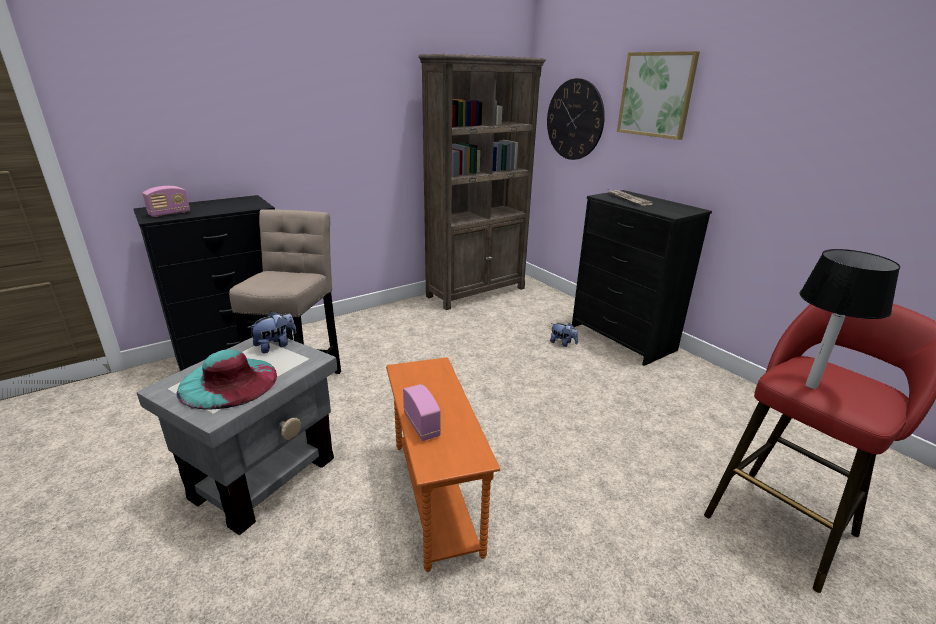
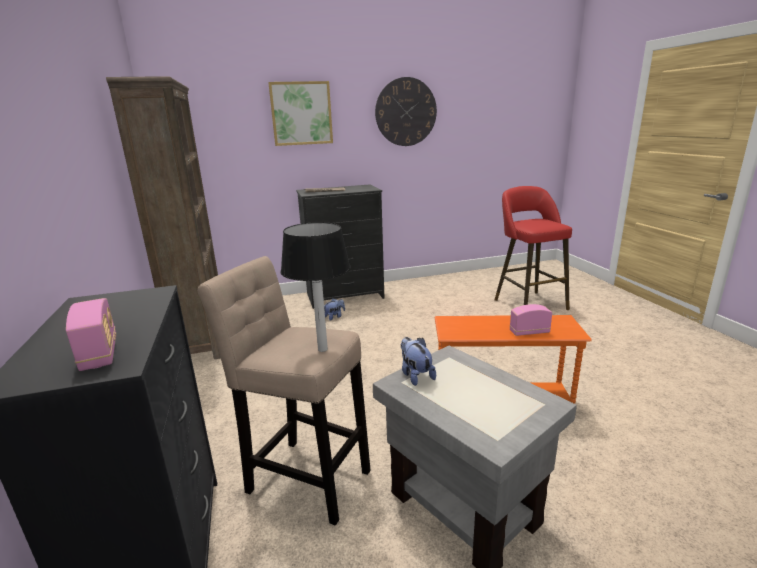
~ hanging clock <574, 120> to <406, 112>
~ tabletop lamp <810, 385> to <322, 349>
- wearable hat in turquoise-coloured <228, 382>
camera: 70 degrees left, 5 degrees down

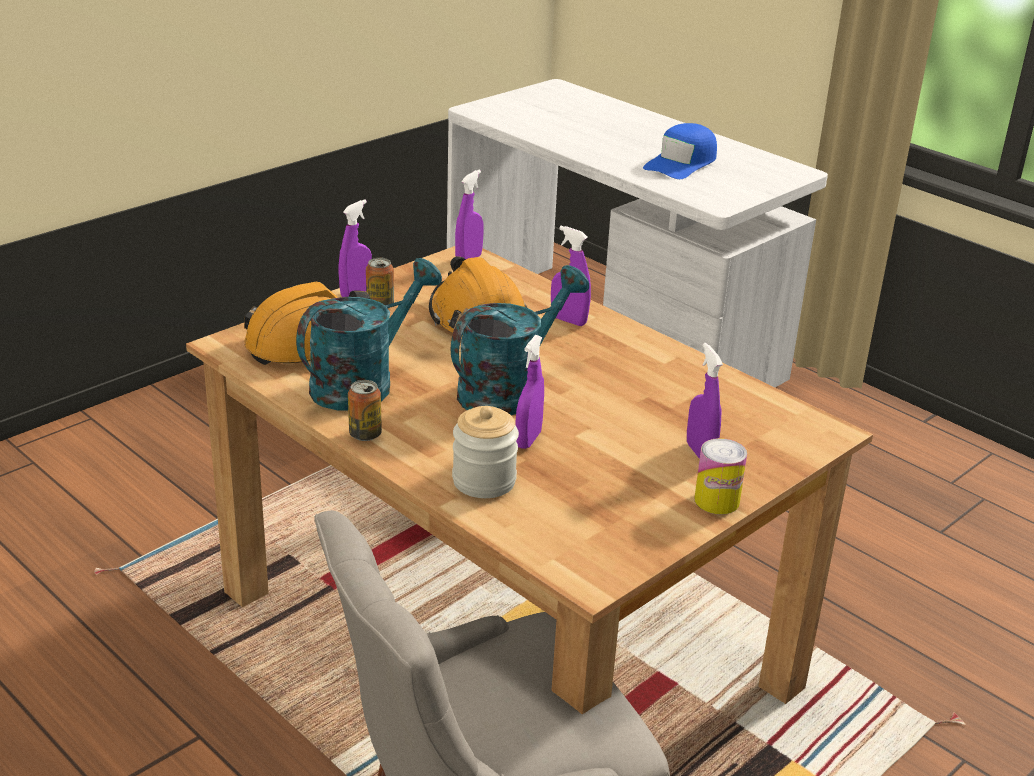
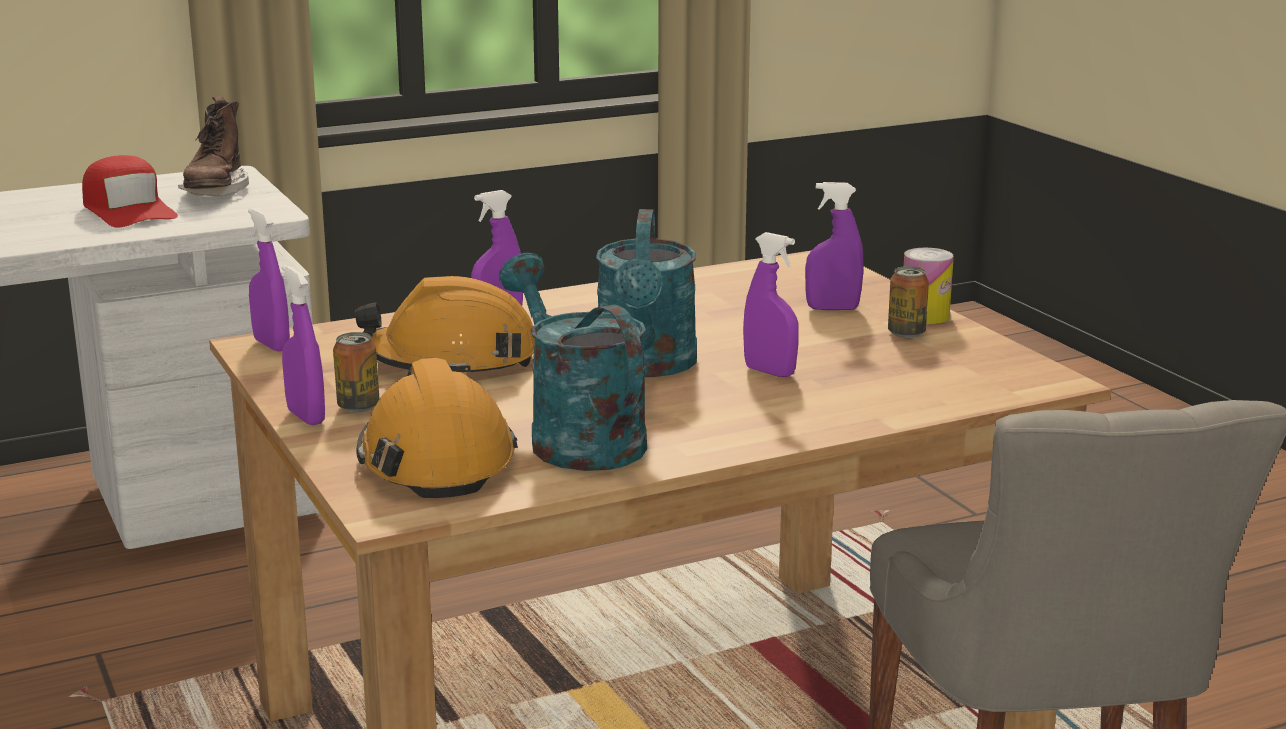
~ baseball cap in blue <682, 163> to baseball cap in red-coloured <128, 210>
~ watering can in turquoise-coloured <509, 389> = <647, 366> 150 degrees counterclockwise
~ can <365, 434> to <906, 333>
- storage jar <484, 481>
+ boot in brown <215, 192>
camera: 70 degrees left, 10 degrees down

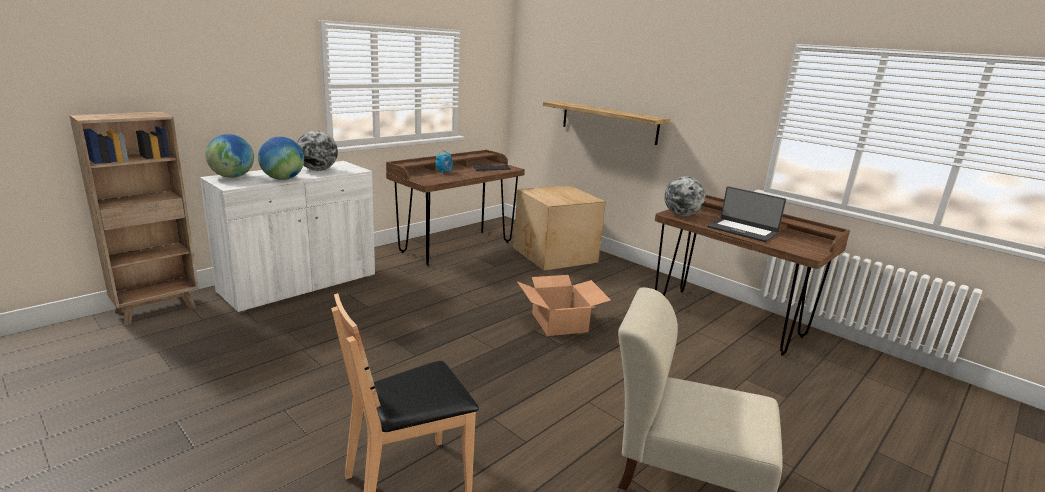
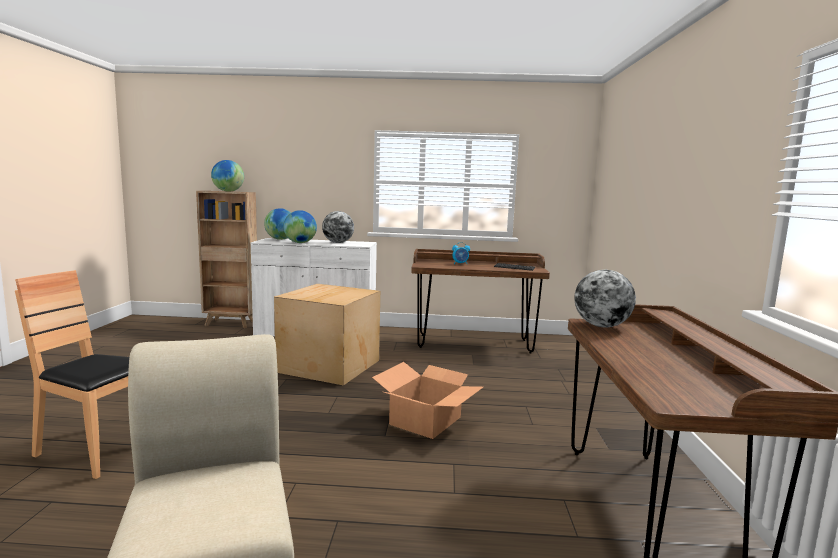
- shelf <608, 122>
~ packing box <554, 255> to <327, 366>
- laptop <742, 230>
+ world globe <228, 191>
camera: 50 degrees right, 10 degrees down

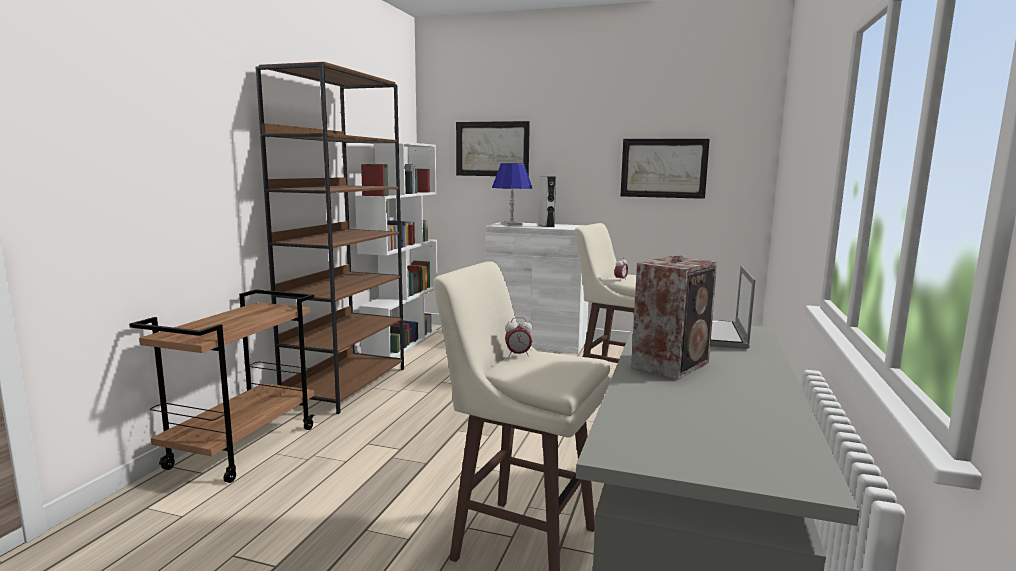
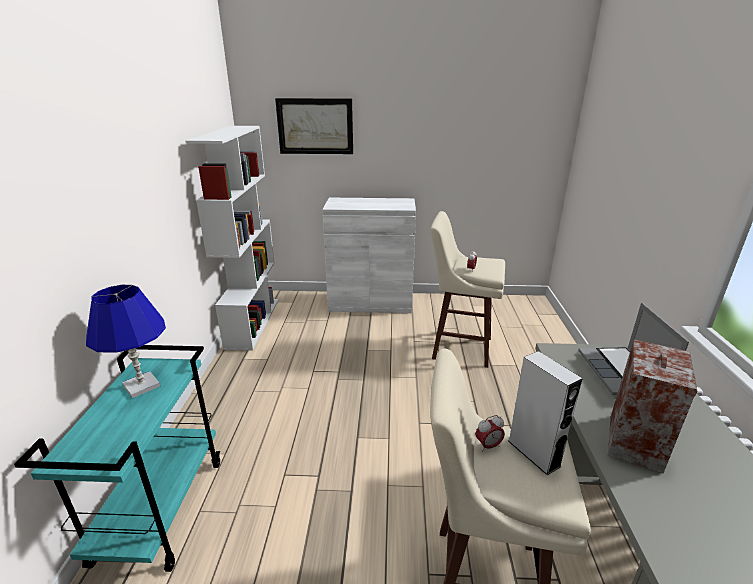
- bookshelf in brown <346, 385>
- wall picture <663, 168>
~ tabletop lamp in blue <511, 224> to <142, 385>
~ audio speaker in greyish <546, 226> to <533, 453>
~ wheeled cart in brown <243, 447> to wheeled cart in turquoise-coloured <161, 508>
camera: 15 degrees left, 15 degrees up

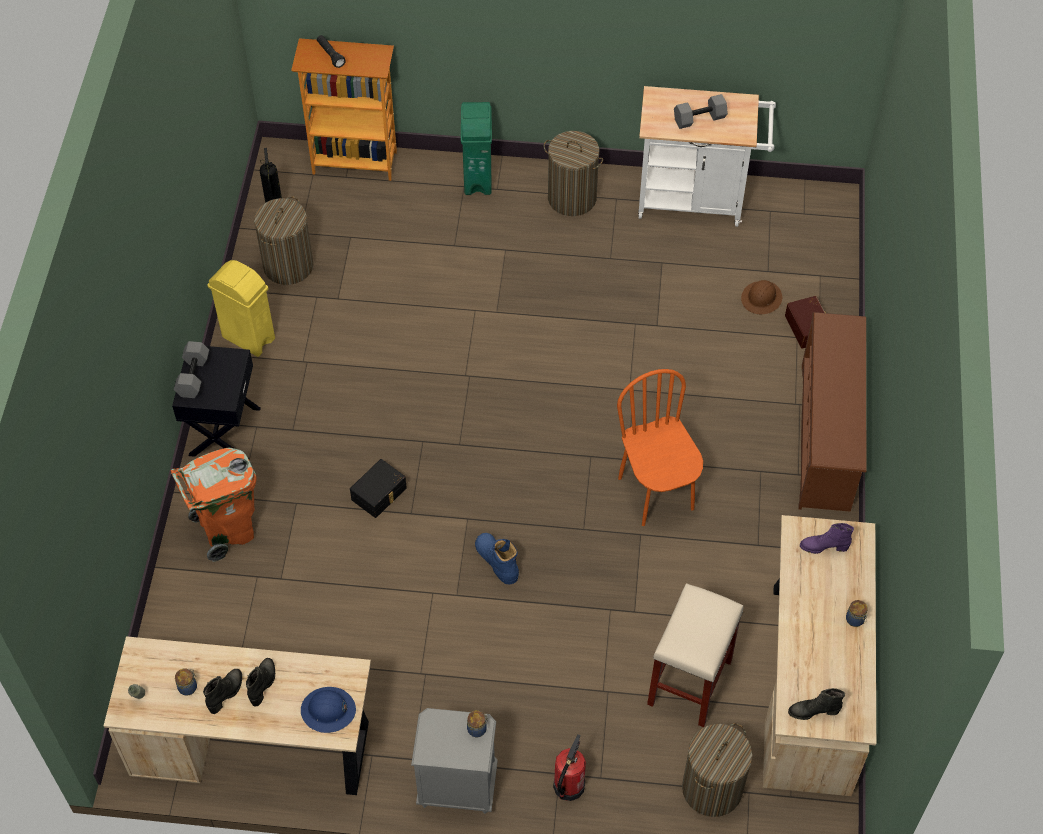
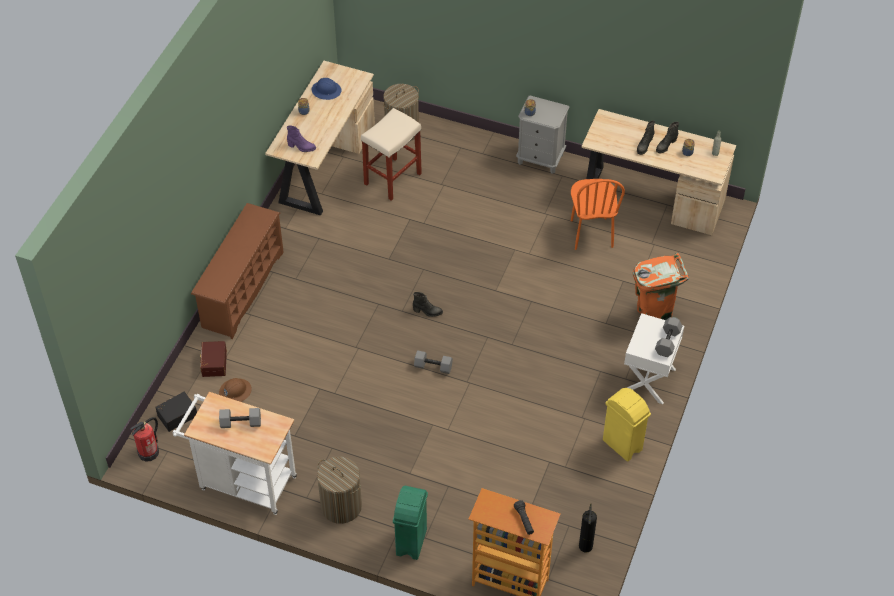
- washing basket <288, 265>
~ nightstand in black-coloured <223, 431> to nightstand in white <649, 380>
~ upright chair in orange <656, 493> to <591, 234>
~ storage container in black-coloured <380, 494> to <177, 415>
- boot in blue <497, 561>
~ work helmet in blue <328, 711> to <326, 90>
~ boot in black-coloured <813, 711> to <427, 312>
~ fire-fighting cylinder <568, 786> to <149, 452>
+ free weight in greyish <432, 367>
camera: 165 degrees left, 5 degrees down

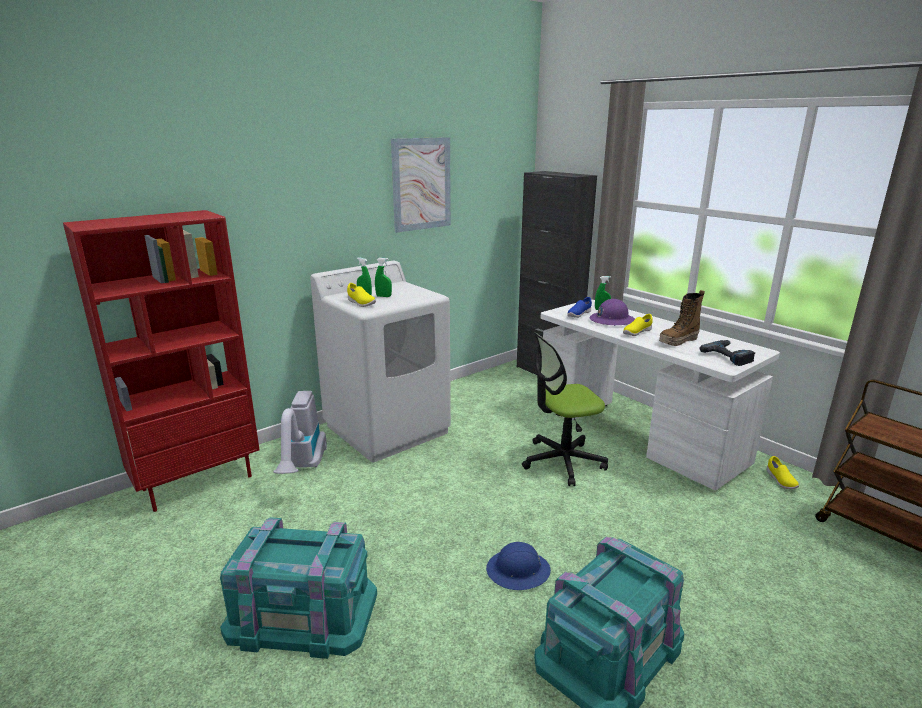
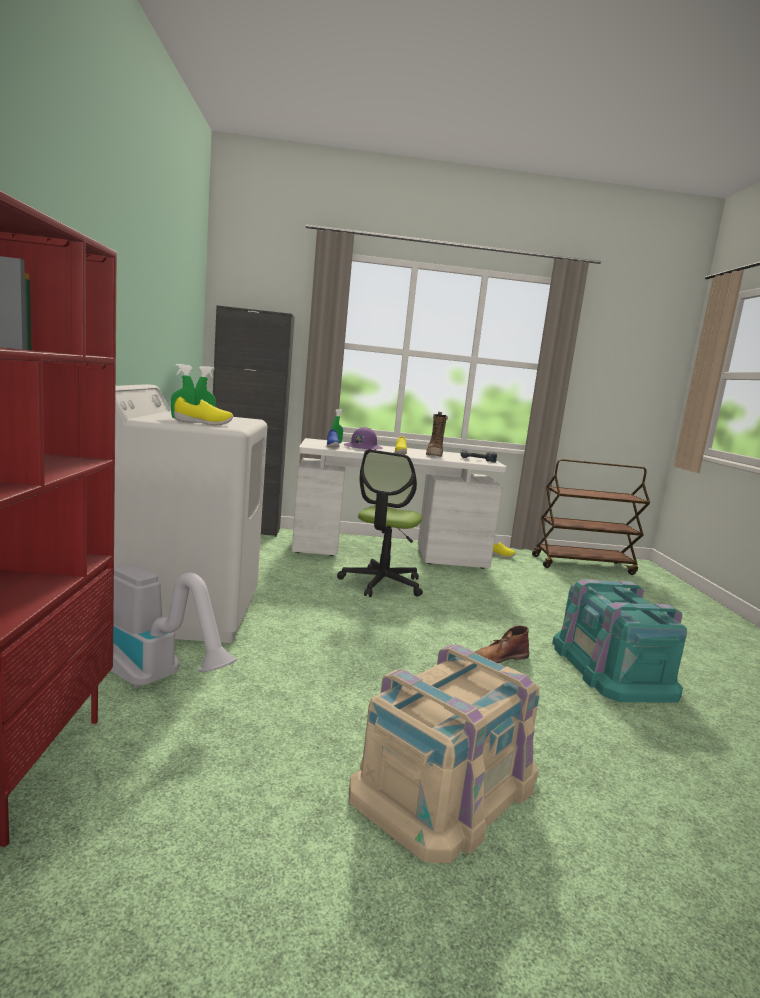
- wall picture <421, 184>
~ storage container in turquoise-coloured <302, 614> to storage container in beige <446, 785>
~ work helmet in blue <518, 571> to boot in brown <499, 657>
camera: 55 degrees left, 10 degrees down

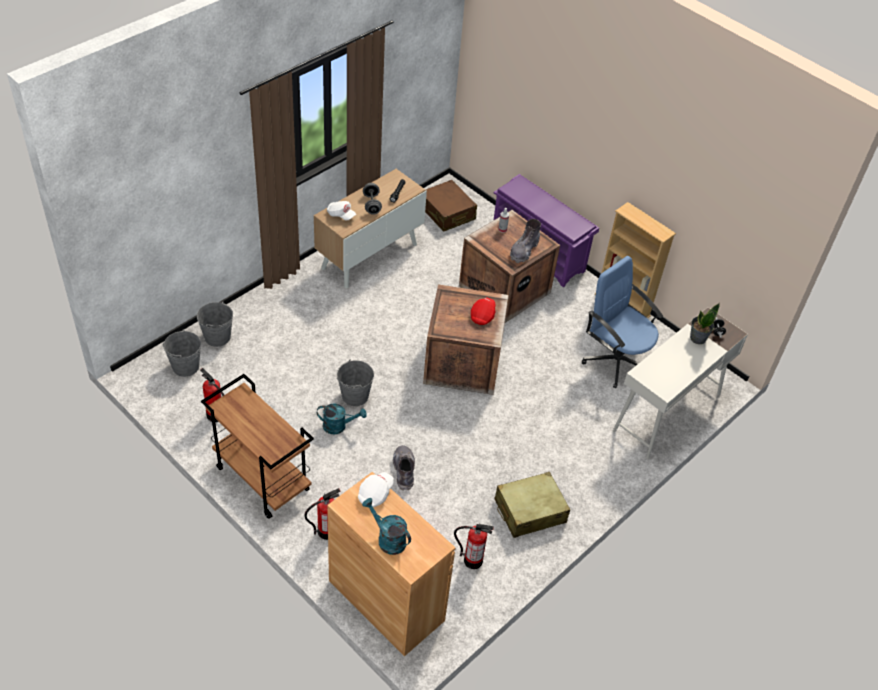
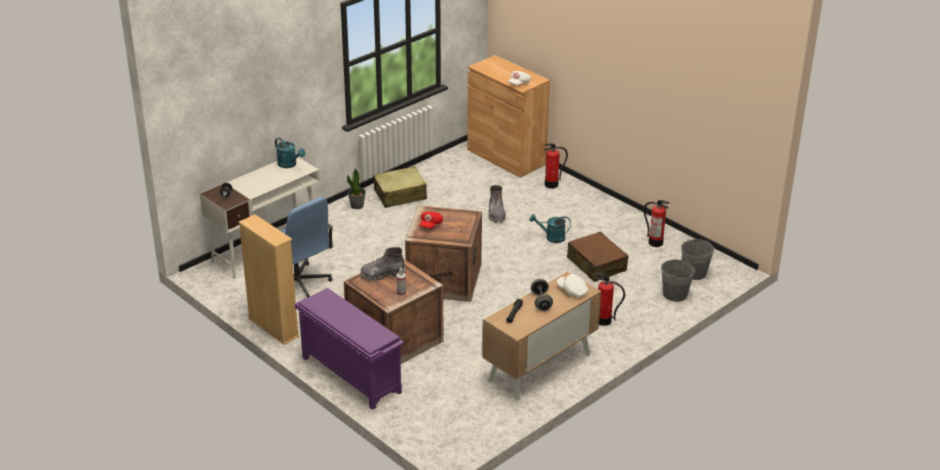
~ suitcase in brown <447, 213> to <596, 264>
~ boot in greyish <524, 250> = <382, 275> 135 degrees counterclockwise
~ plant in a pot <697, 338> to <357, 205>
- water bucket in greyish <355, 395>
- wheeled cart in brown <261, 478>
~ watering can in turquoise-coloured <387, 538> to <289, 164>
~ fire-fighting cylinder <473, 560> to <603, 321>
camera: 175 degrees left, 15 degrees down

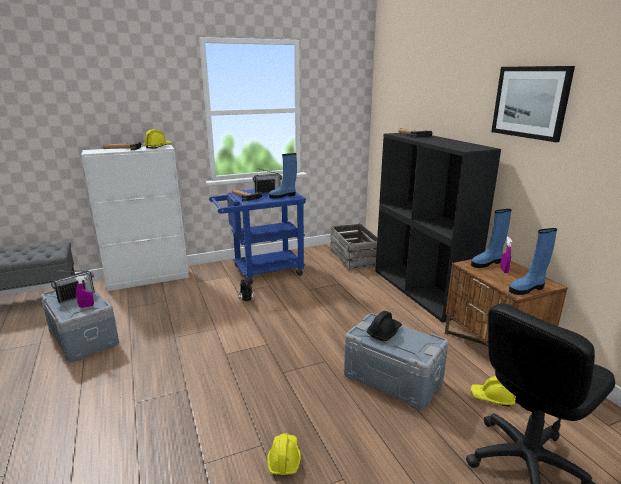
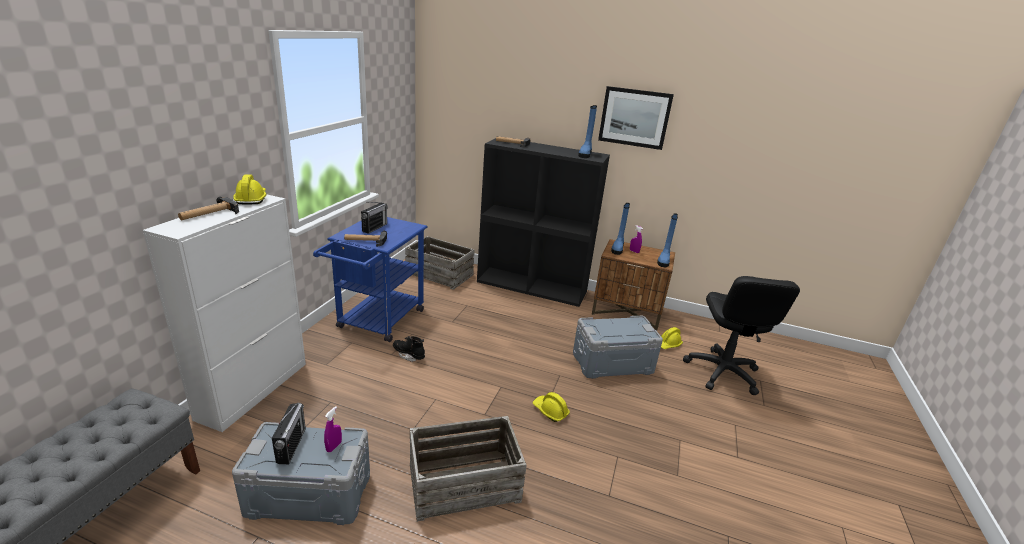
~ boot in blue <283, 196> to <585, 154>
- work helmet in black-coloured <384, 332>
~ work helmet in yellowish <284, 458> to <550, 411>
+ shipping crate <464, 484>
camera: 50 degrees left, 5 degrees up

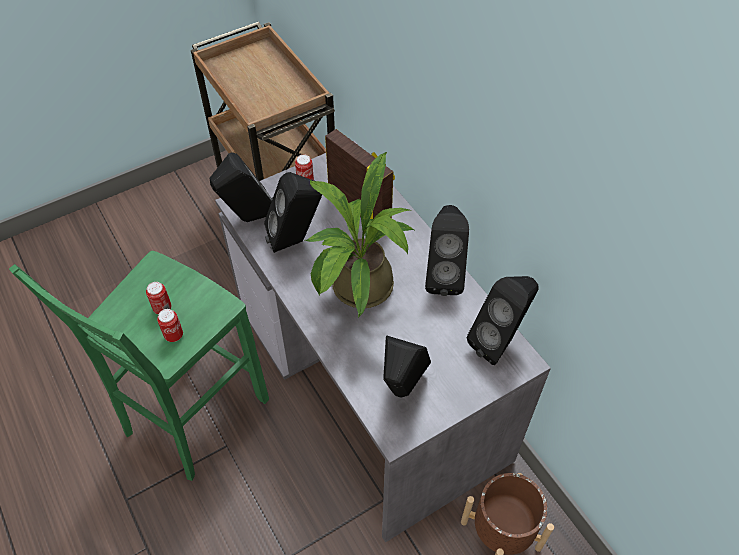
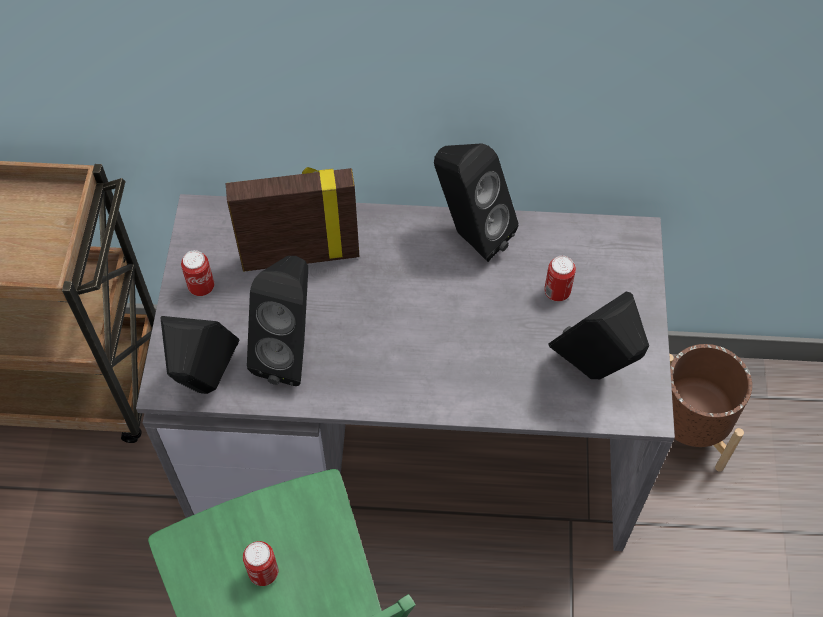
- plant in a pot <357, 291>
- audio speaker in black-coloured <499, 342>
~ can <174, 335> to <557, 292>
camera: 55 degrees left, 5 degrees up

